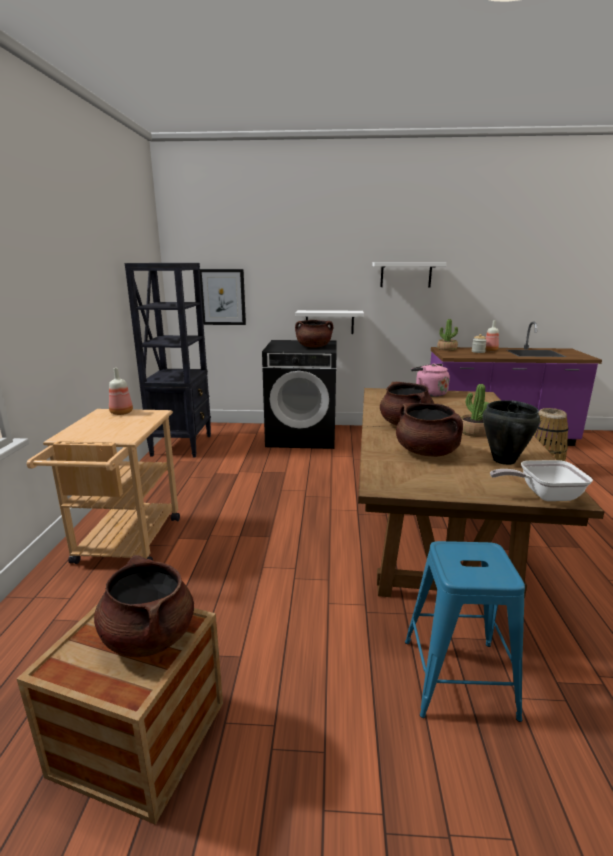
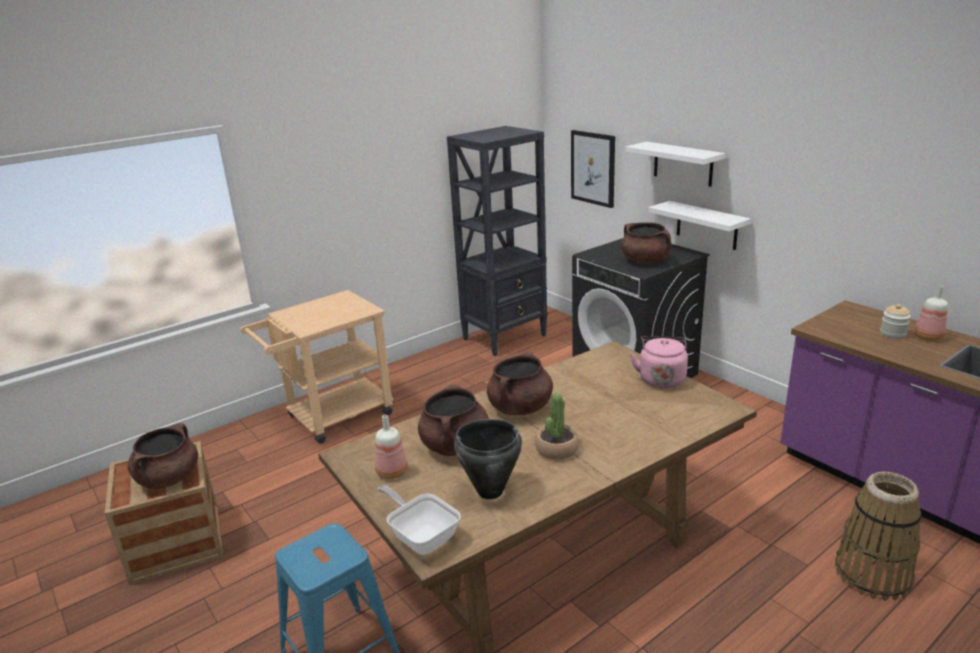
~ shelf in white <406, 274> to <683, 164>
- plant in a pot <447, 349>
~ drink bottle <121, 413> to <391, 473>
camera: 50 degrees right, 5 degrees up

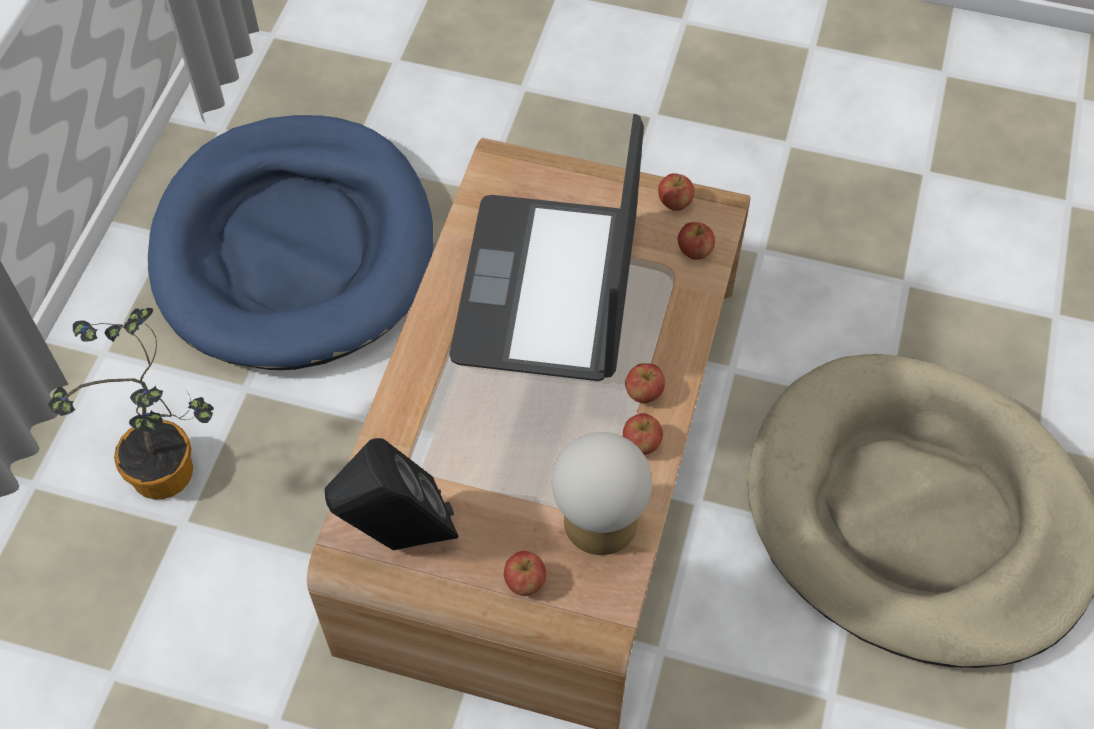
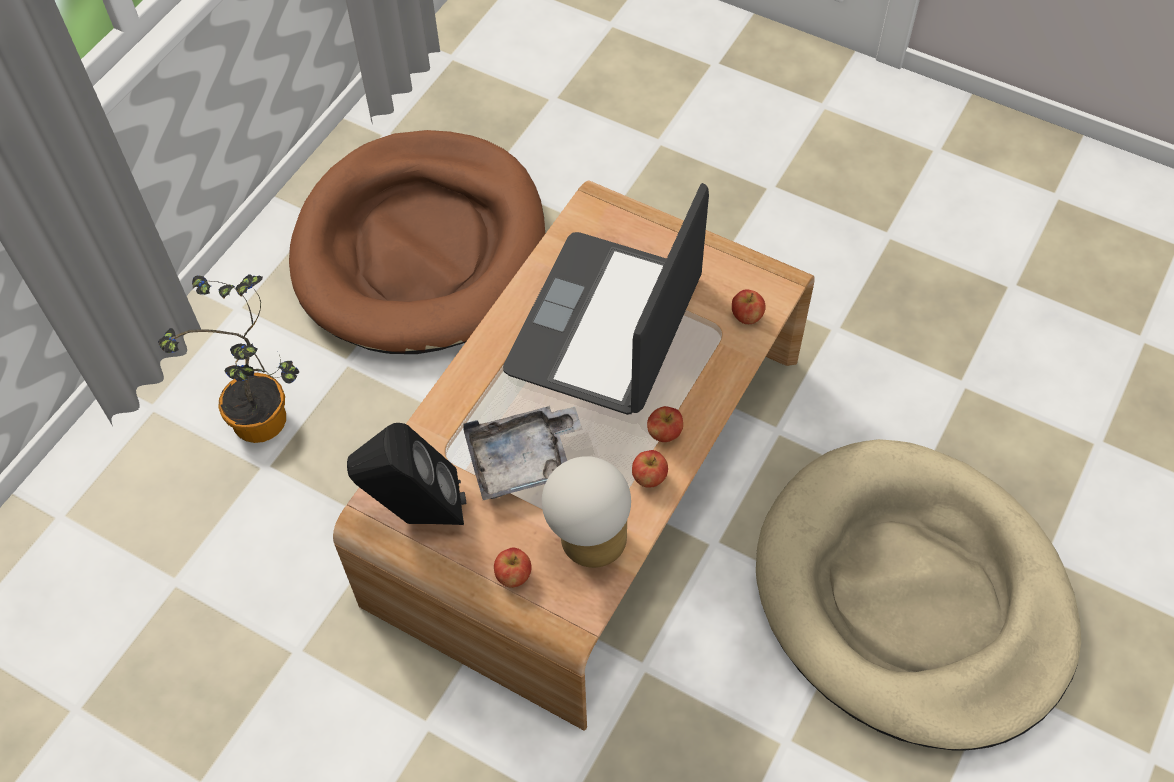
~ dog bed in blue <295, 248> to dog bed in brown <421, 248>
- apple <674, 203>
+ serving tray in greyish <523, 461>
camera: 15 degrees right, 0 degrees up

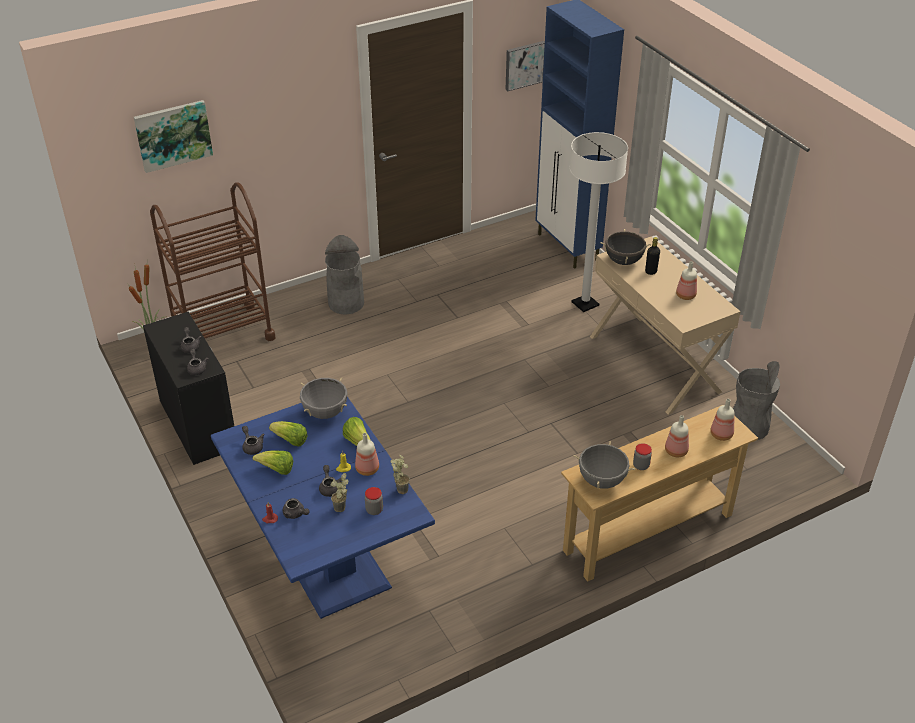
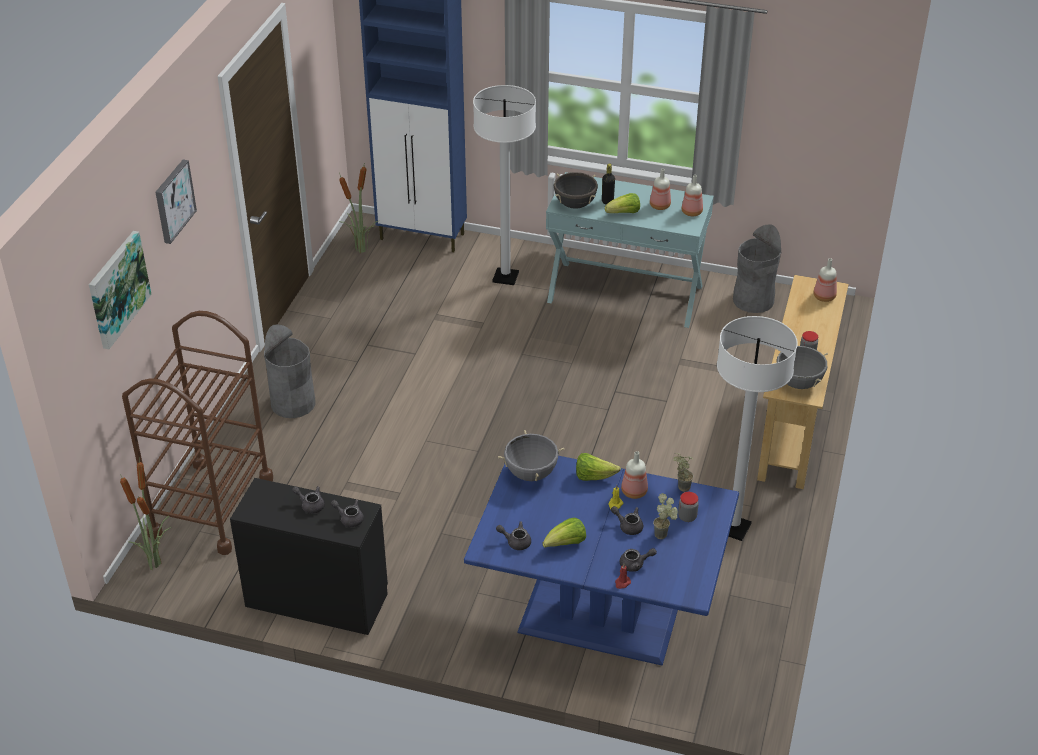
~ wall picture <524, 65> to <173, 201>
~ narrow table in beige <655, 363> to narrow table in turquoise-coloured <625, 293>
~ drink bottle <676, 450> to <691, 212>
~ head of lettuce <290, 440> to <624, 213>
+ plant in a pot <362, 250>
+ floor lamp in white <733, 528>
camera: 45 degrees left, 0 degrees up

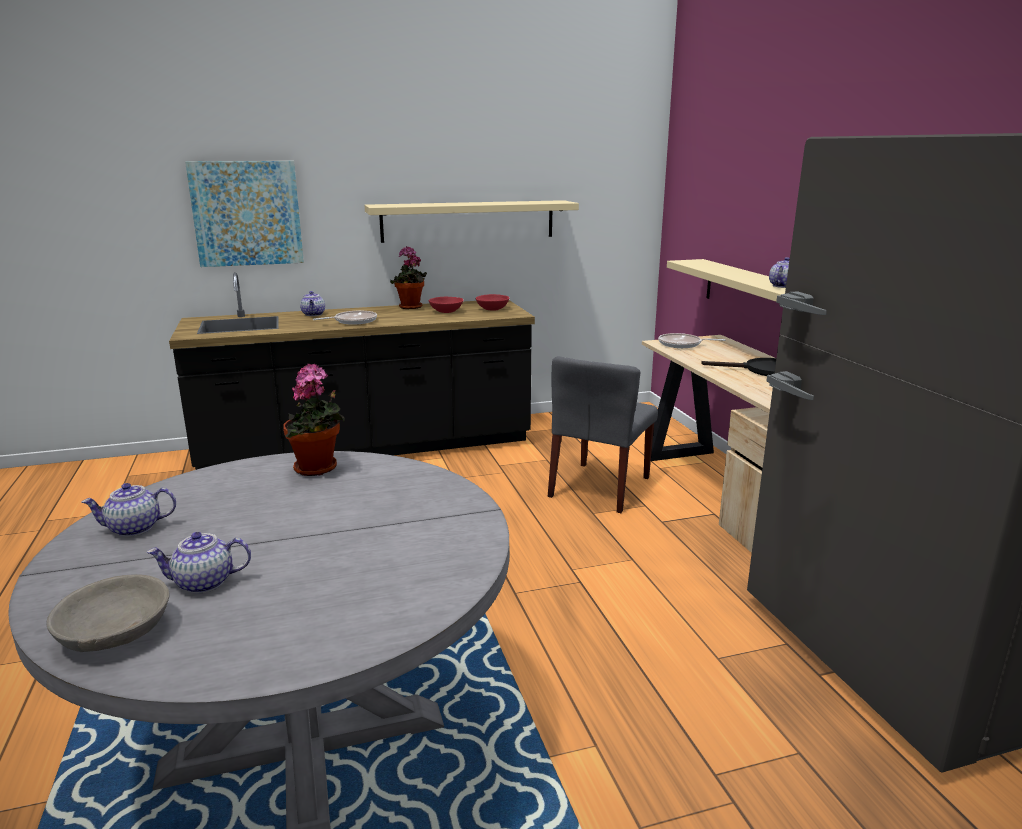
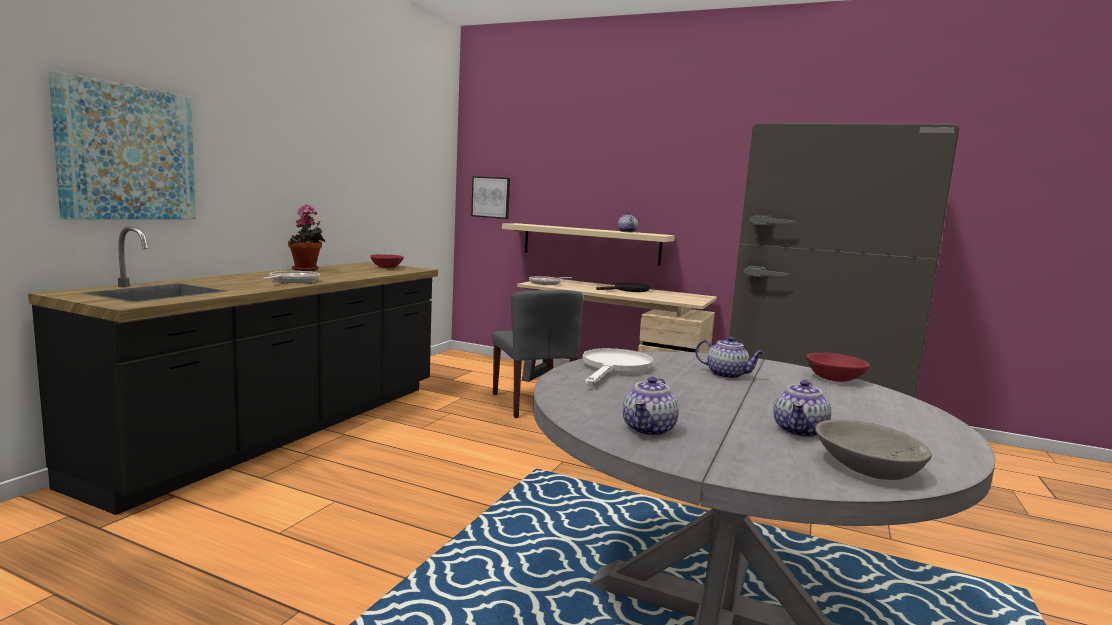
- shelf in beige <468, 221>
~ tea pot <313, 314> to <727, 375>
~ bowl in red-coloured <446, 311> to <834, 379>
~ plant in a pot <318, 469> to skillet in white <614, 368>
+ wall picture <491, 197>
camera: 50 degrees left, 10 degrees down

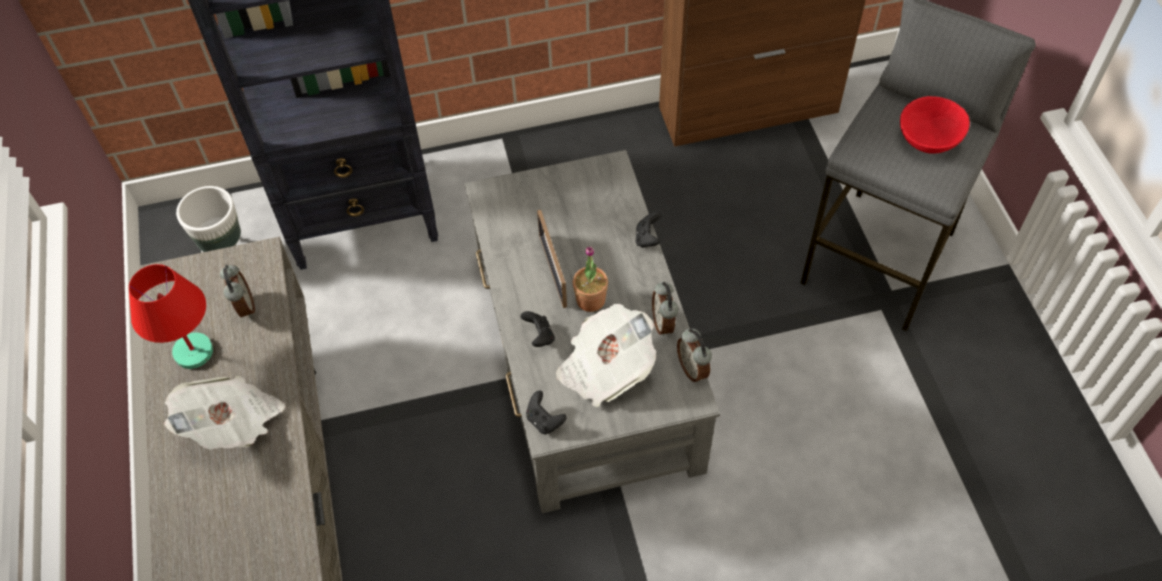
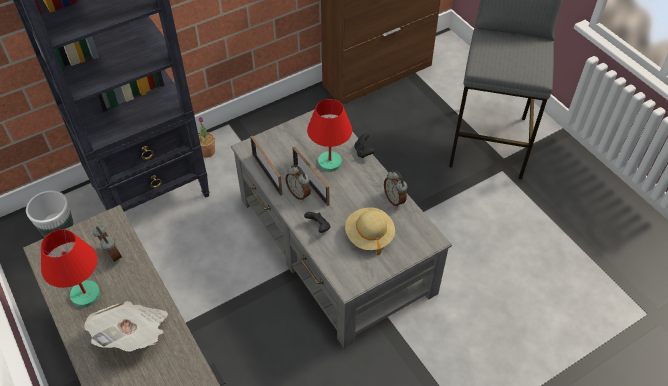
- bowl in red-coloured <929, 138>
~ plant in a pot <590, 300> to <207, 152>
~ daily paper <605, 368> to wearable hat in beige <369, 235>
~ alarm clock <693, 369> to <299, 193>
- gamepad in black-coloured <544, 420>
+ tabletop lamp in red-coloured <329, 162>
+ standing frame <267, 174>
camera: 20 degrees left, 5 degrees down

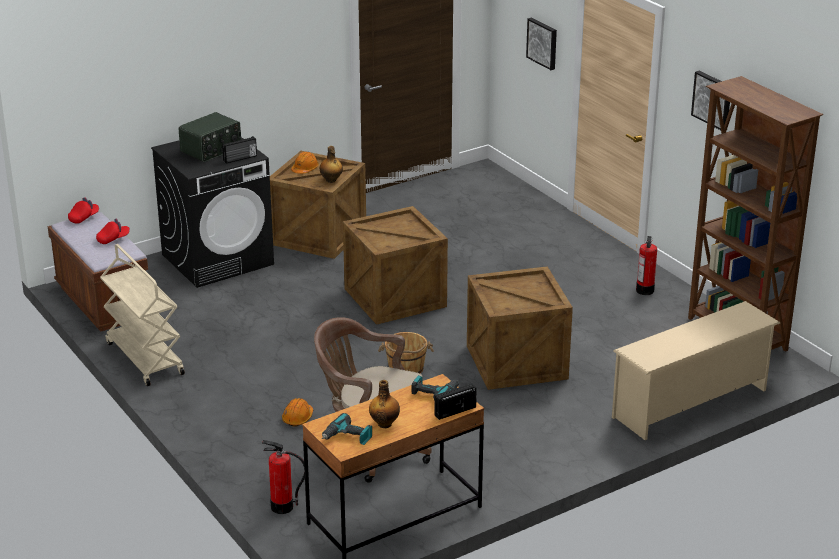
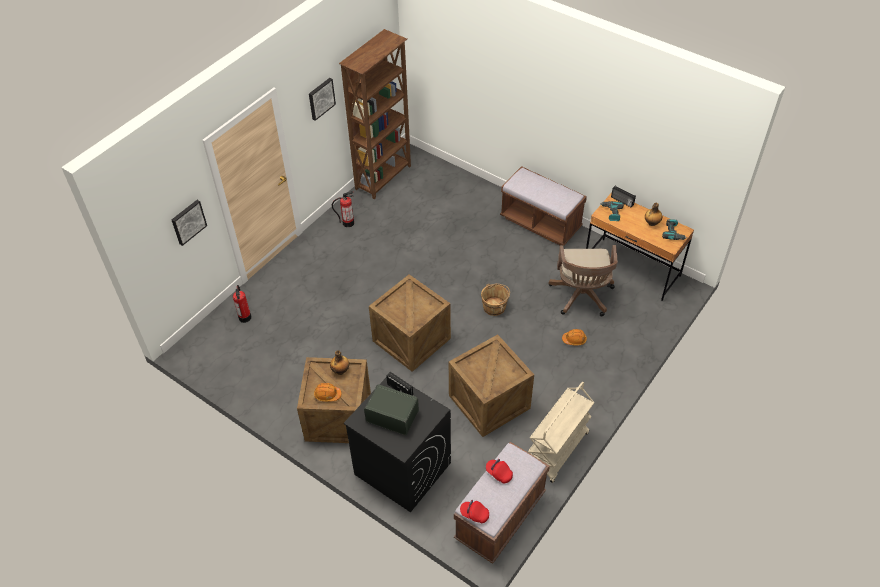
~ shipping crate <515, 361> to <489, 403>
- shoe shelf in beige <691, 404>
~ fire-fighting cylinder <282, 507> to <245, 317>
+ bench in brown <540, 223>
camera: 110 degrees left, 20 degrees up

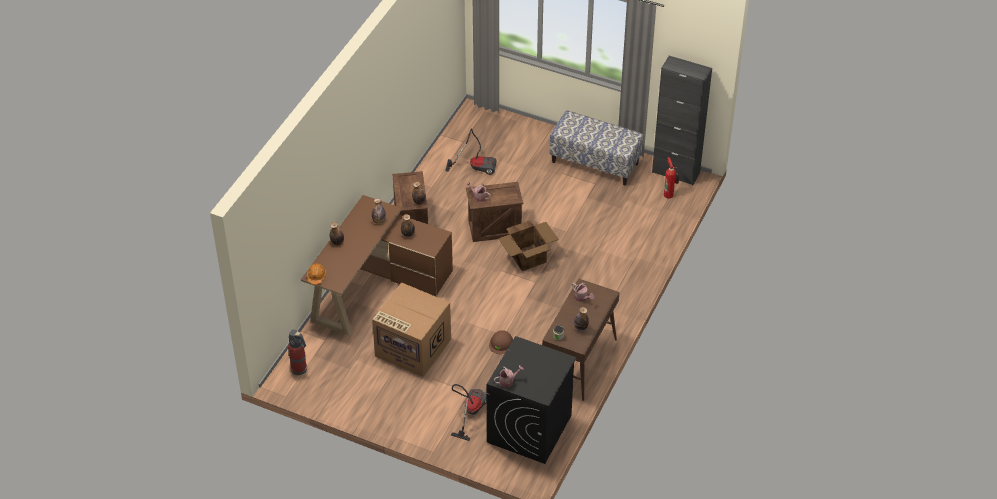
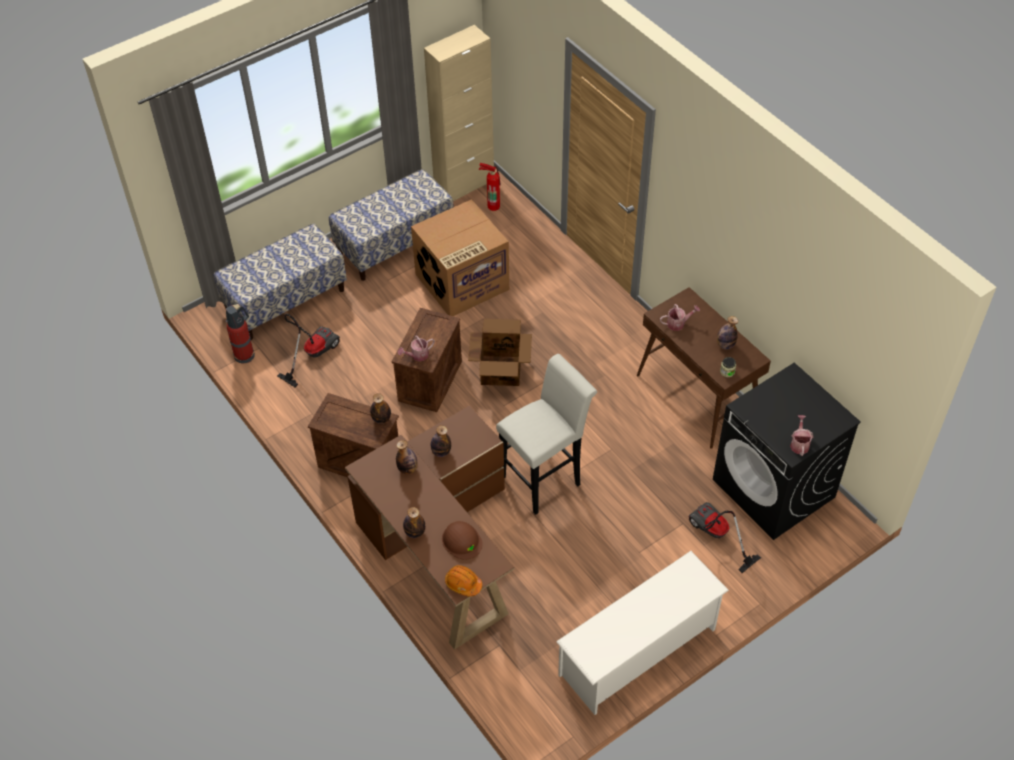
~ cabinet in black-coloured <676, 172> to cabinet in beige <464, 185>
~ packing box <412, 348> to <461, 283>
~ fire-fighting cylinder <299, 369> to <245, 355>
~ work helmet in brown <501, 343> to <462, 540>
+ bench <285, 300>
+ sitting stool in white <545, 478>
+ shoe shelf in white <638, 652>
camera: 60 degrees left, 5 degrees up

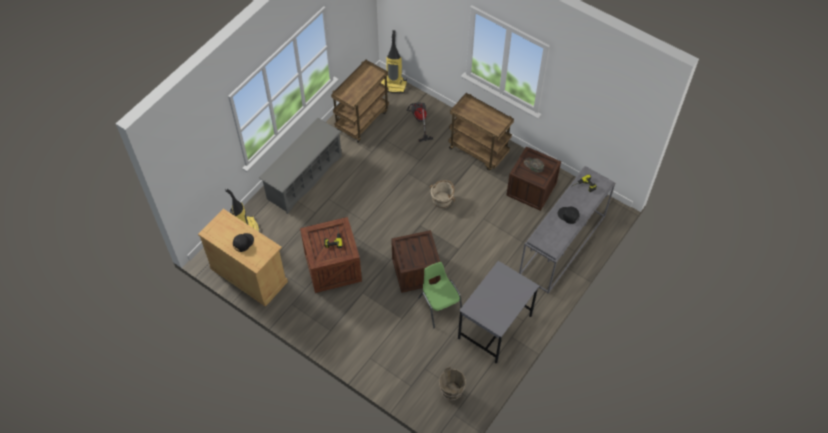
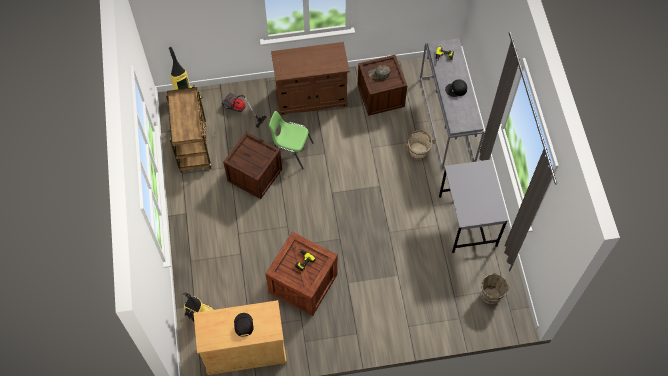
~ wheeled cart in brown <479, 151> to cabinet in brown <311, 97>
- shoe shelf in greyish <304, 177>
~ water bucket in beige <442, 200> to <418, 150>
~ shipping crate <416, 271> to <255, 175>
~ upright chair in green <440, 306> to <290, 150>
camera: 45 degrees left, 5 degrees up

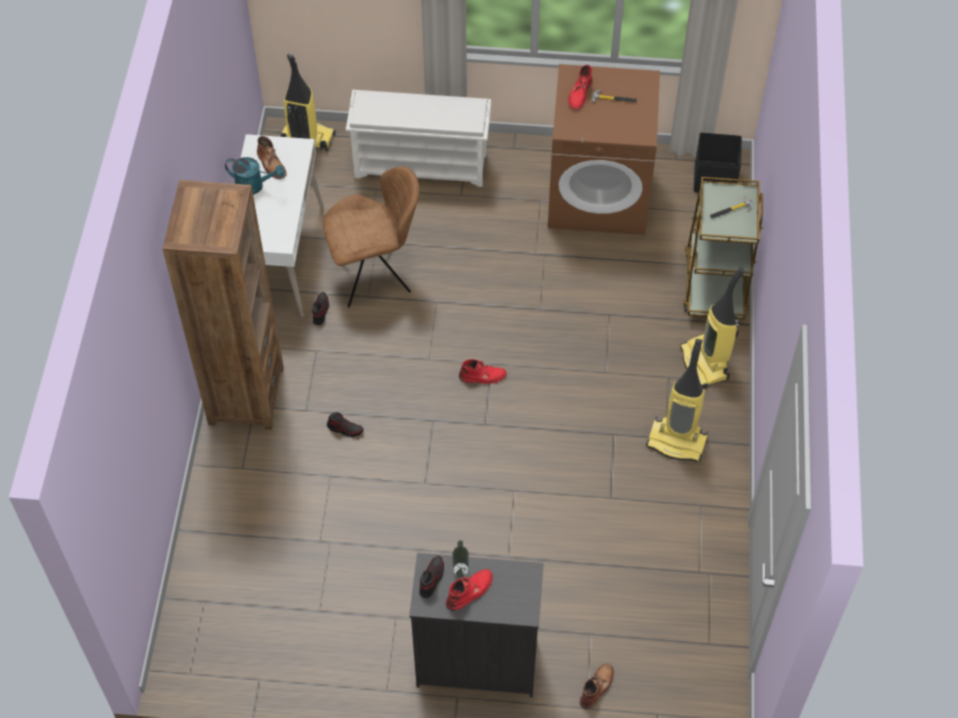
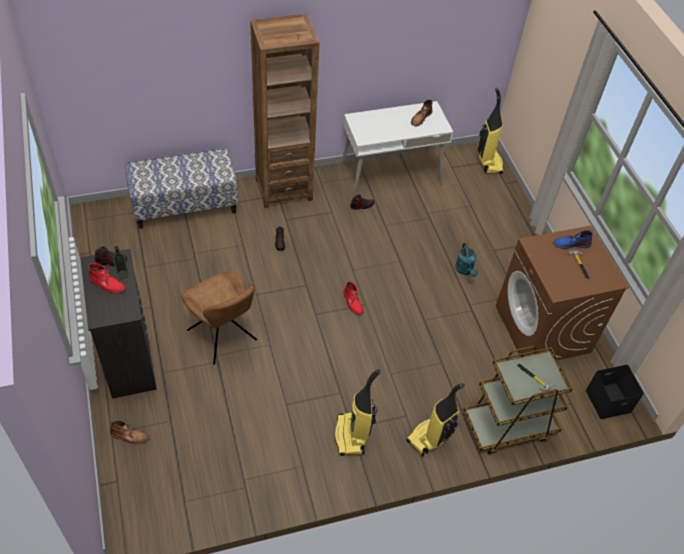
~ boot in red-coloured <580, 94> to boot in blue <571, 244>
- shoe shelf in white <422, 164>
~ watering can in turquoise-coloured <254, 186> to <465, 270>
~ upright chair in brown <375, 274> to <223, 337>
+ bench <185, 205>
camera: 65 degrees right, 5 degrees down

